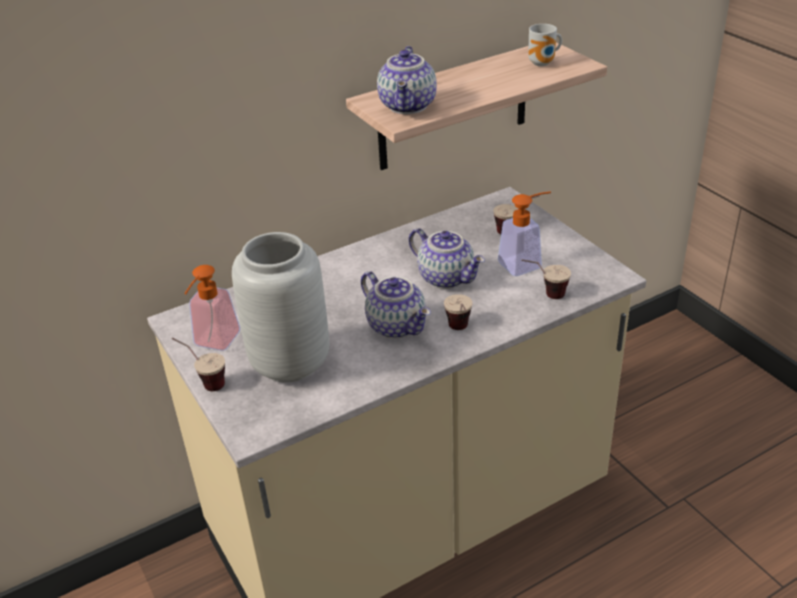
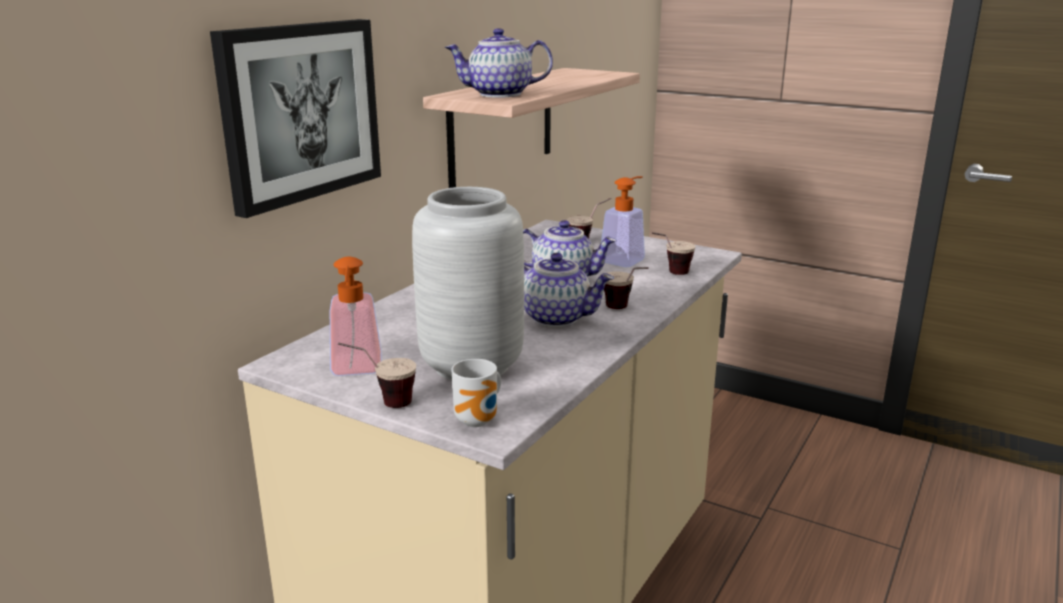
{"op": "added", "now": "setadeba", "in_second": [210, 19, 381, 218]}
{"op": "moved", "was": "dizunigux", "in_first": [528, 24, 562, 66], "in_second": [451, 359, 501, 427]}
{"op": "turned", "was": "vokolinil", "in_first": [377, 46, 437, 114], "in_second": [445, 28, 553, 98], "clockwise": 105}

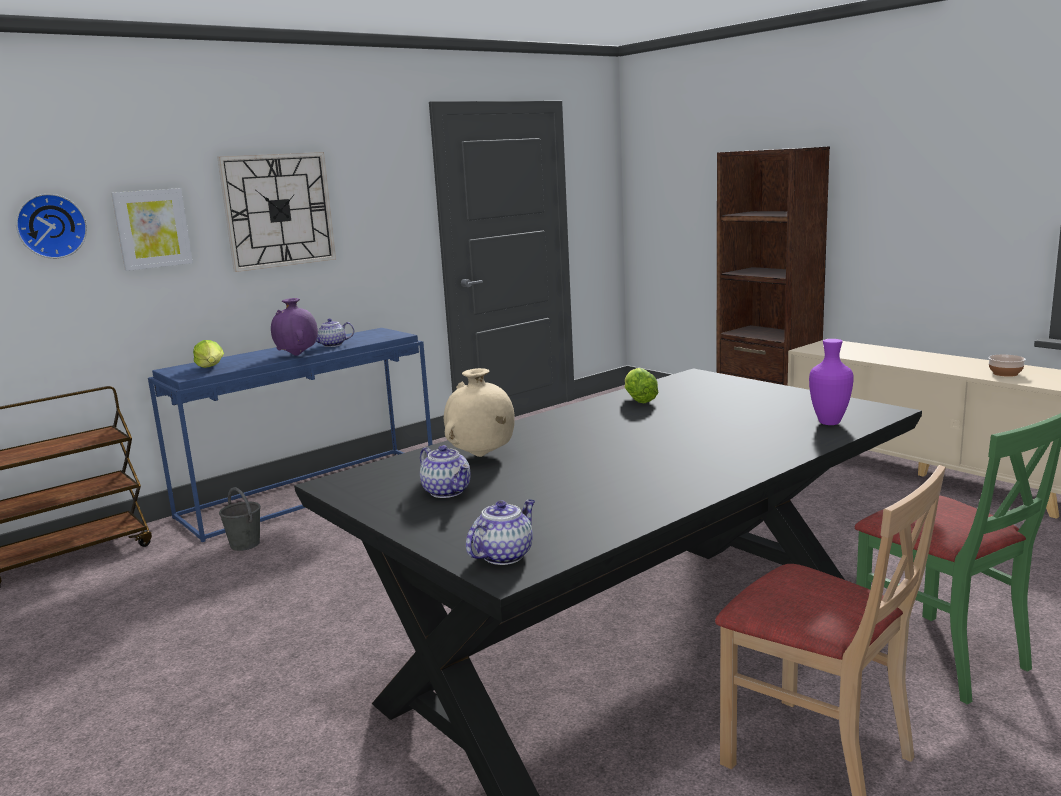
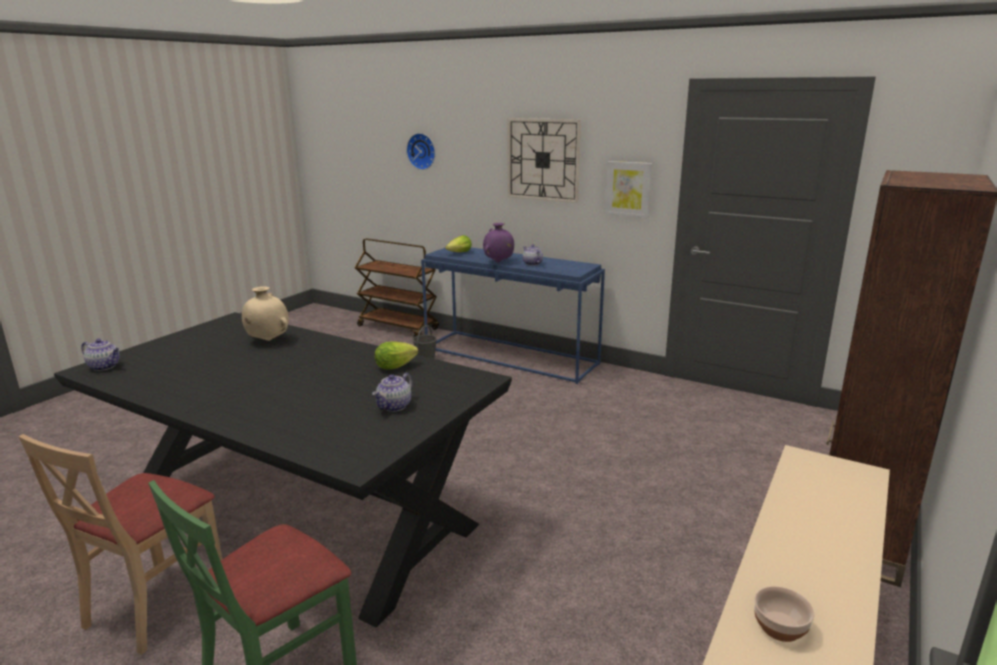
{"op": "removed", "was": "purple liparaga", "in_first": [809, 339, 854, 425]}
{"op": "moved", "was": "setadeba", "in_first": [111, 188, 193, 271], "in_second": [604, 161, 653, 218]}
{"op": "moved", "was": "vokolinil", "in_first": [420, 445, 471, 498], "in_second": [372, 373, 413, 412]}

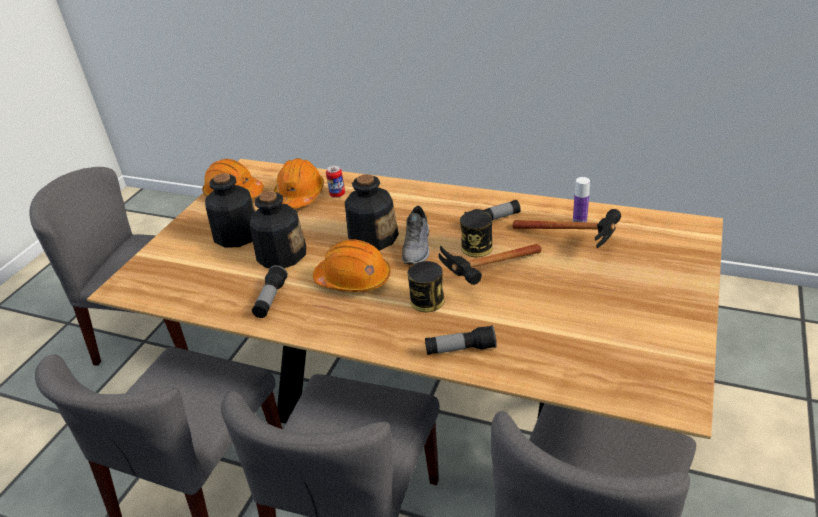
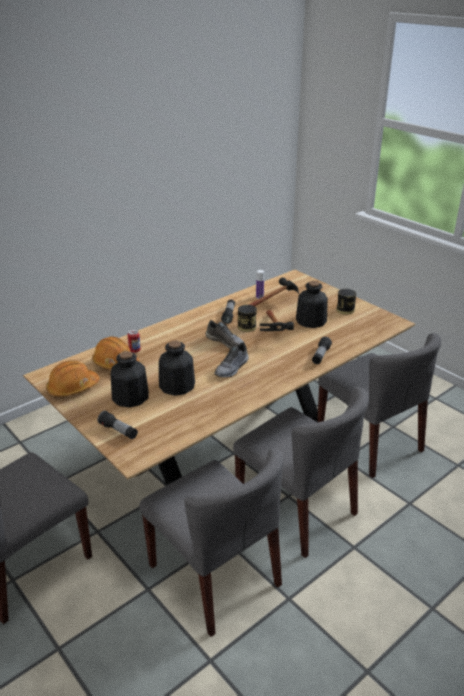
{"op": "moved", "was": "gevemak", "in_first": [252, 265, 288, 318], "in_second": [97, 411, 138, 439]}
{"op": "moved", "was": "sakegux", "in_first": [345, 174, 399, 251], "in_second": [296, 281, 328, 328]}
{"op": "moved", "was": "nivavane", "in_first": [408, 261, 445, 312], "in_second": [336, 289, 356, 315]}
{"op": "replaced", "was": "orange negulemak", "now": "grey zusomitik", "in_first": [313, 239, 391, 292], "in_second": [214, 343, 249, 378]}

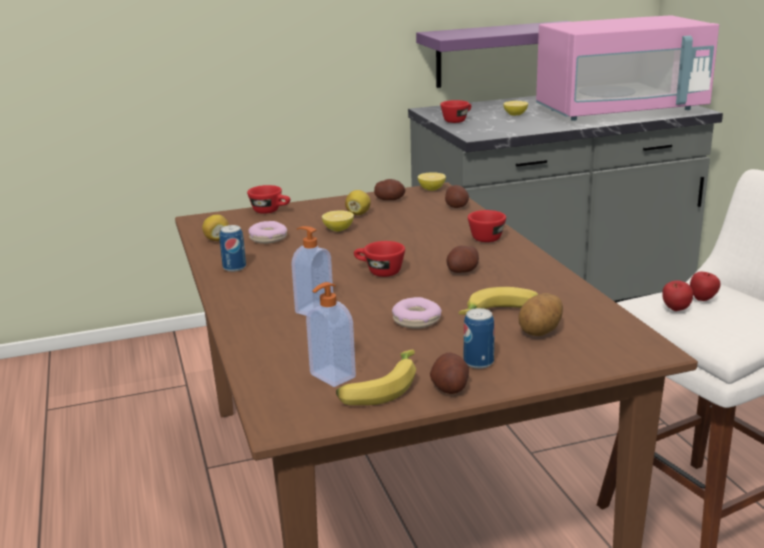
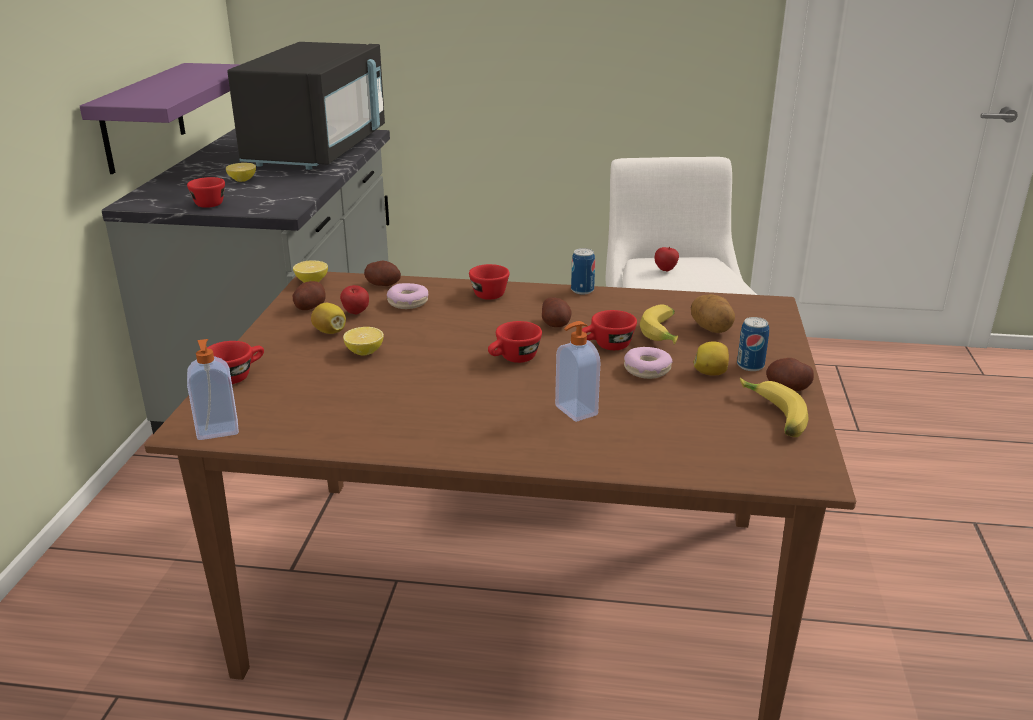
{"op": "added", "now": "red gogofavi", "in_second": [582, 310, 637, 350]}
{"op": "moved", "was": "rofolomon", "in_first": [202, 215, 229, 241], "in_second": [693, 342, 729, 376]}
{"op": "moved", "was": "nivavane", "in_first": [219, 225, 246, 272], "in_second": [571, 248, 595, 294]}
{"op": "moved", "was": "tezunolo", "in_first": [248, 221, 288, 244], "in_second": [387, 283, 428, 309]}
{"op": "moved", "was": "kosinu", "in_first": [306, 282, 356, 387], "in_second": [187, 339, 239, 440]}
{"op": "moved", "was": "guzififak", "in_first": [662, 281, 693, 311], "in_second": [340, 285, 369, 315]}
{"op": "recoloured", "was": "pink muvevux", "now": "black muvevux", "in_first": [536, 15, 719, 121], "in_second": [227, 42, 385, 170]}

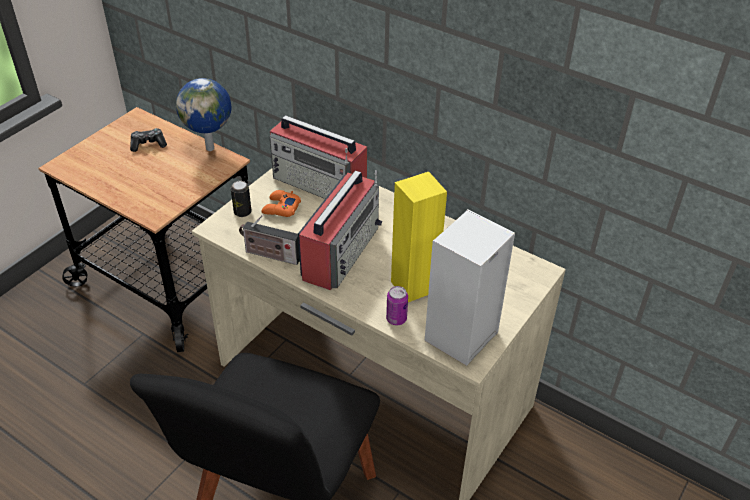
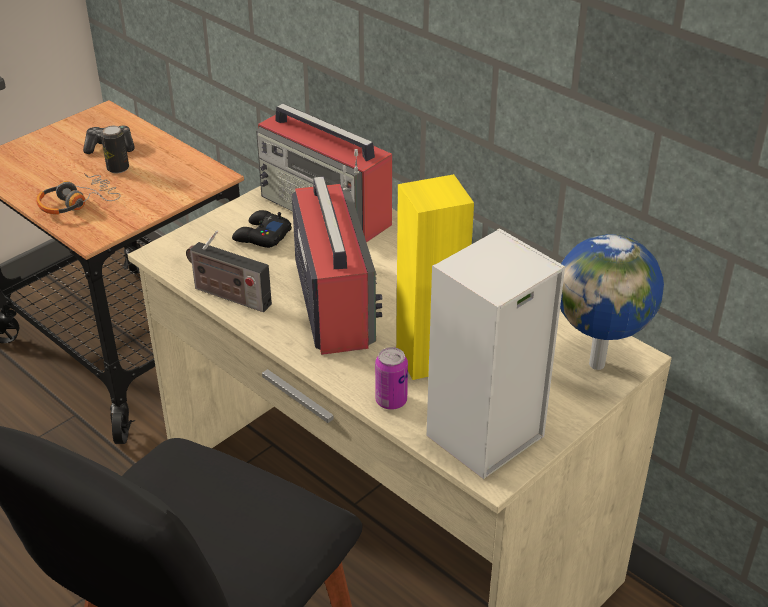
{"op": "added", "now": "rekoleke", "in_second": [37, 173, 121, 215]}
{"op": "moved", "was": "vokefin", "in_first": [176, 78, 231, 151], "in_second": [560, 234, 664, 370]}
{"op": "moved", "was": "nivavane", "in_first": [231, 181, 252, 217], "in_second": [101, 126, 129, 173]}
{"op": "recoloured", "was": "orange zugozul", "now": "black zugozul", "in_first": [261, 190, 301, 217], "in_second": [232, 210, 292, 248]}
{"op": "turned", "was": "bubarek", "in_first": [298, 170, 382, 290], "in_second": [291, 165, 383, 355], "clockwise": -45}

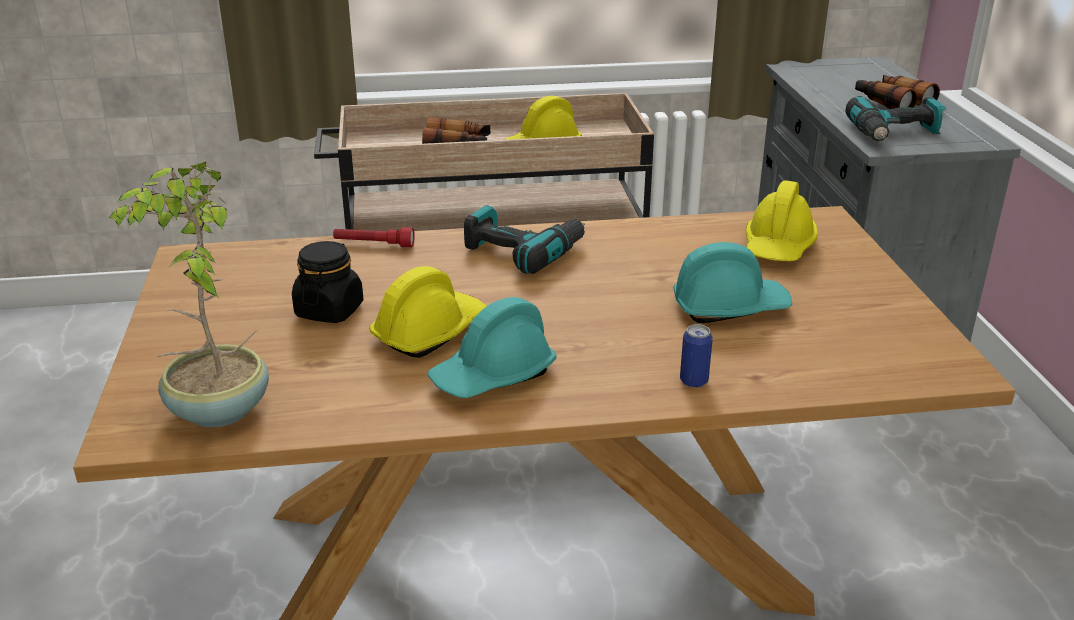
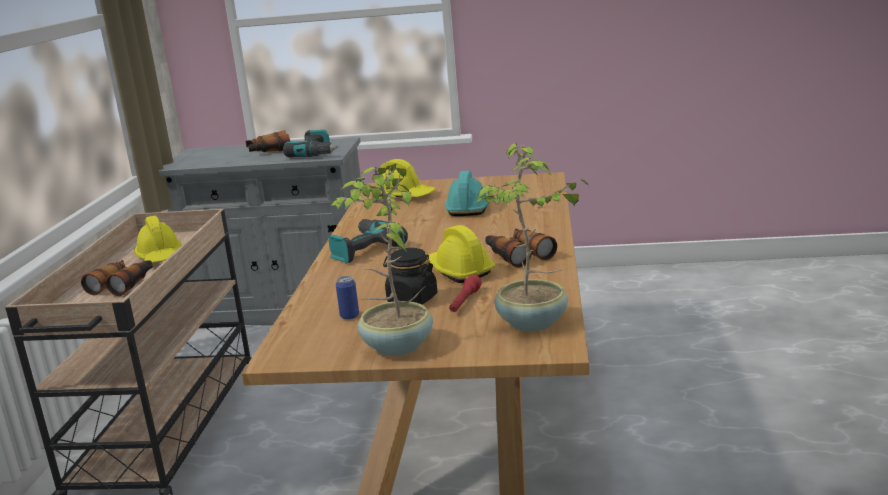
{"op": "added", "now": "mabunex", "in_second": [330, 164, 433, 356]}
{"op": "moved", "was": "red gevemak", "in_first": [333, 227, 415, 247], "in_second": [449, 275, 482, 312]}
{"op": "moved", "was": "nivavane", "in_first": [680, 324, 713, 388], "in_second": [336, 276, 359, 320]}
{"op": "replaced", "was": "turquoise negulemak", "now": "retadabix", "in_first": [428, 297, 557, 398], "in_second": [485, 229, 557, 268]}

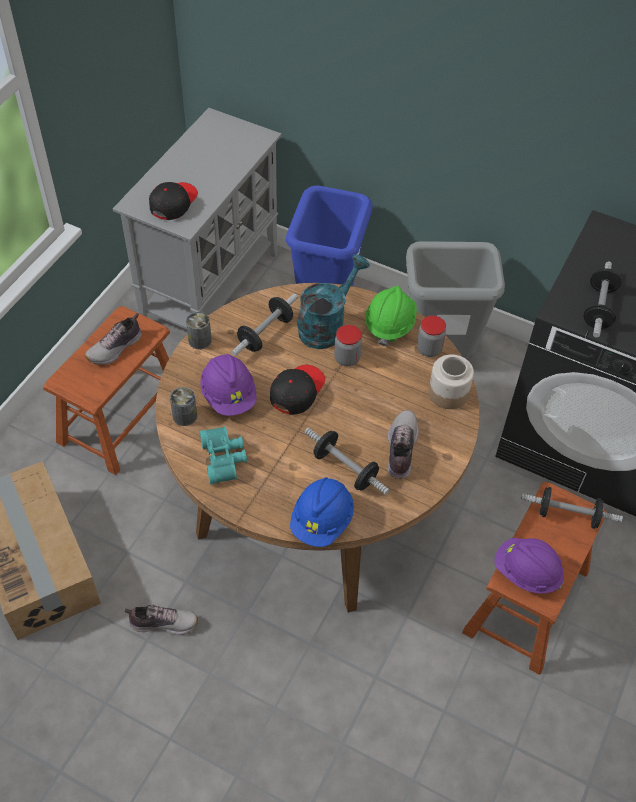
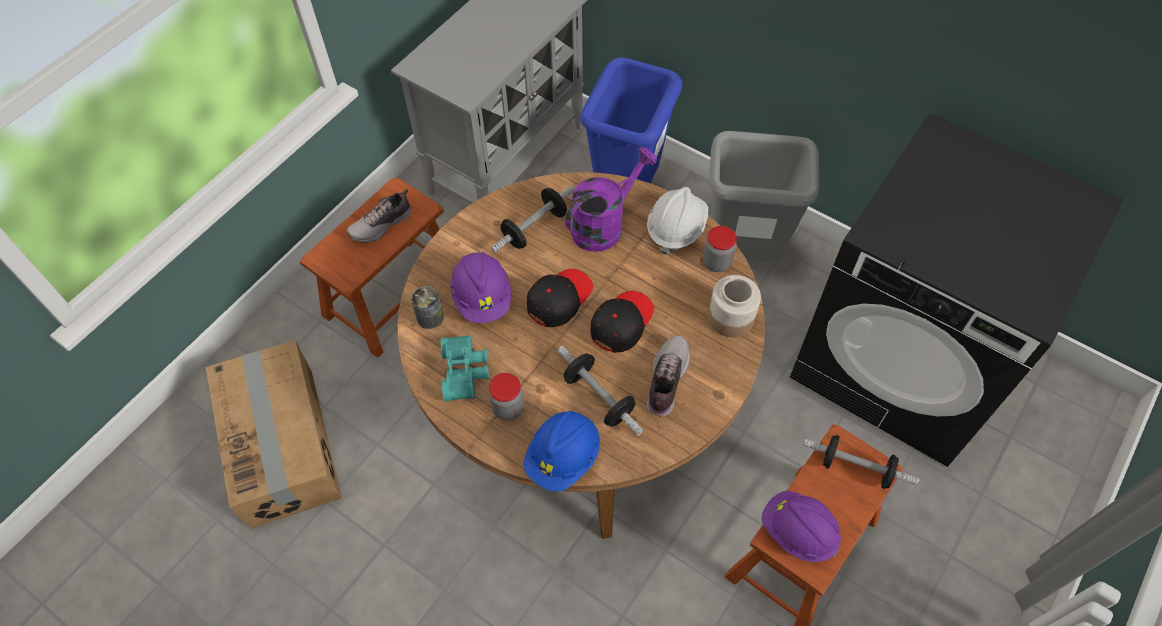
{"op": "removed", "was": "zusomitik", "in_first": [125, 605, 198, 635]}
{"op": "removed", "was": "nivavane", "in_first": [186, 312, 212, 350]}
{"op": "removed", "was": "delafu", "in_first": [583, 261, 622, 338]}
{"op": "moved", "was": "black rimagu", "in_first": [149, 182, 198, 220], "in_second": [590, 291, 654, 353]}
{"op": "moved", "was": "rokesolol", "in_first": [334, 325, 362, 366], "in_second": [489, 373, 524, 421]}
{"op": "recoloured", "was": "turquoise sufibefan", "now": "purple sufibefan", "in_first": [297, 254, 370, 349], "in_second": [565, 147, 657, 252]}
{"op": "recoloured", "was": "green negulemak", "now": "white negulemak", "in_first": [365, 286, 417, 346], "in_second": [647, 187, 708, 255]}

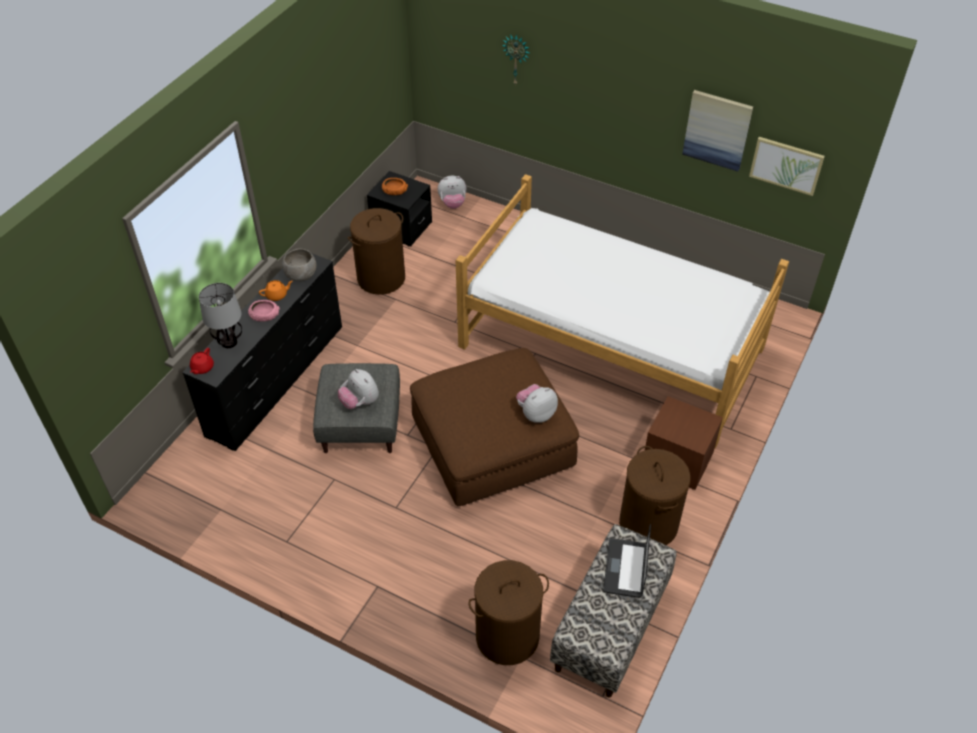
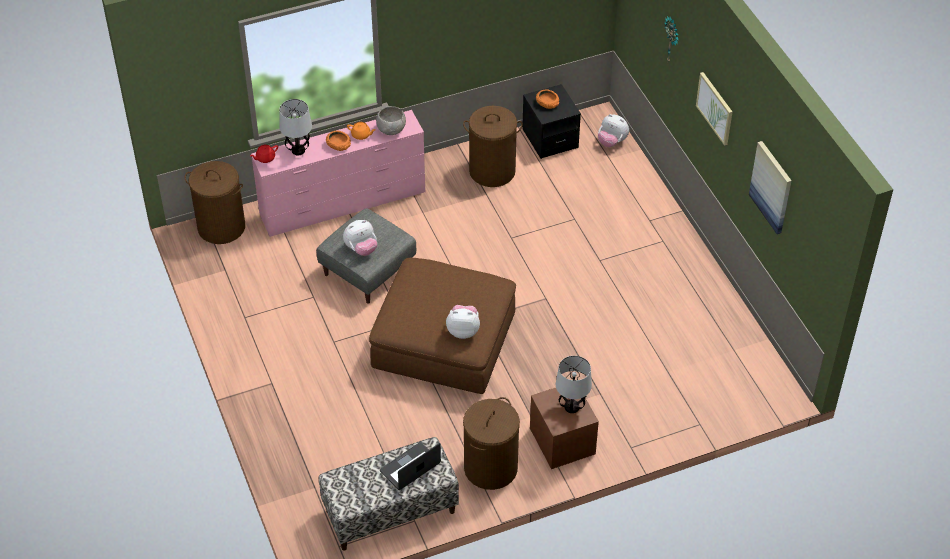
{"op": "removed", "was": "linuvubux", "in_first": [455, 174, 789, 448]}
{"op": "added", "now": "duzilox", "in_second": [556, 356, 592, 413]}
{"op": "moved", "was": "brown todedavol", "in_first": [468, 560, 549, 665], "in_second": [185, 161, 245, 244]}
{"op": "moved", "was": "setadeba", "in_first": [749, 137, 825, 196], "in_second": [696, 72, 732, 146]}
{"op": "recoloured", "was": "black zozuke", "now": "pink zozuke", "in_first": [182, 254, 342, 451], "in_second": [251, 110, 425, 237]}
{"op": "recoloured", "was": "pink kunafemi", "now": "orange kunafemi", "in_first": [248, 300, 280, 322], "in_second": [326, 131, 351, 151]}
{"op": "turned", "was": "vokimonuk", "in_first": [338, 369, 379, 409], "in_second": [343, 220, 377, 256], "clockwise": -120}

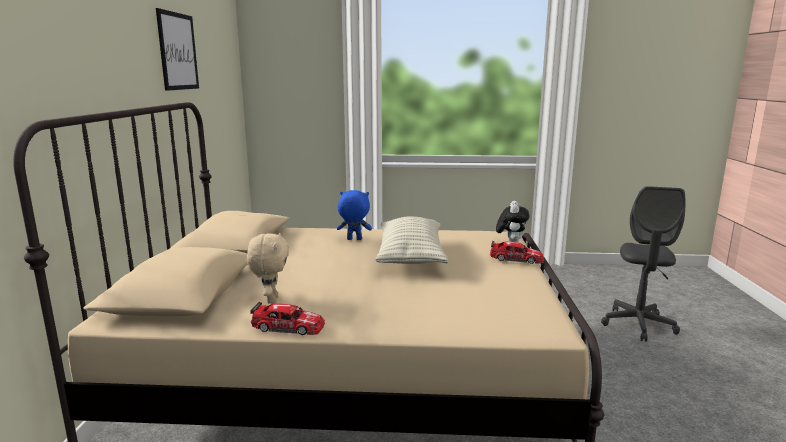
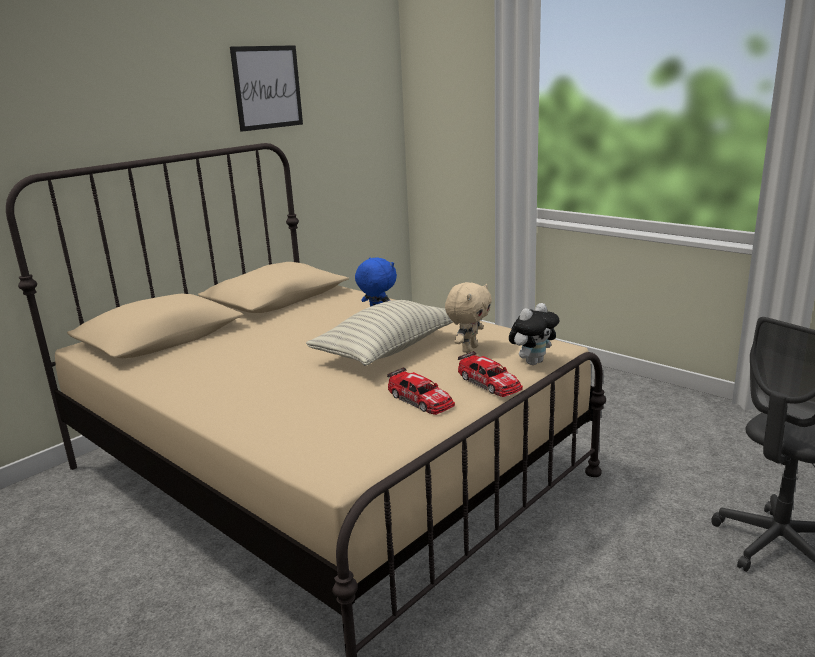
{"op": "moved", "was": "beige vokimonuk", "in_first": [247, 233, 289, 303], "in_second": [445, 282, 492, 353]}
{"op": "moved", "was": "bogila", "in_first": [250, 302, 325, 335], "in_second": [387, 367, 455, 415]}

